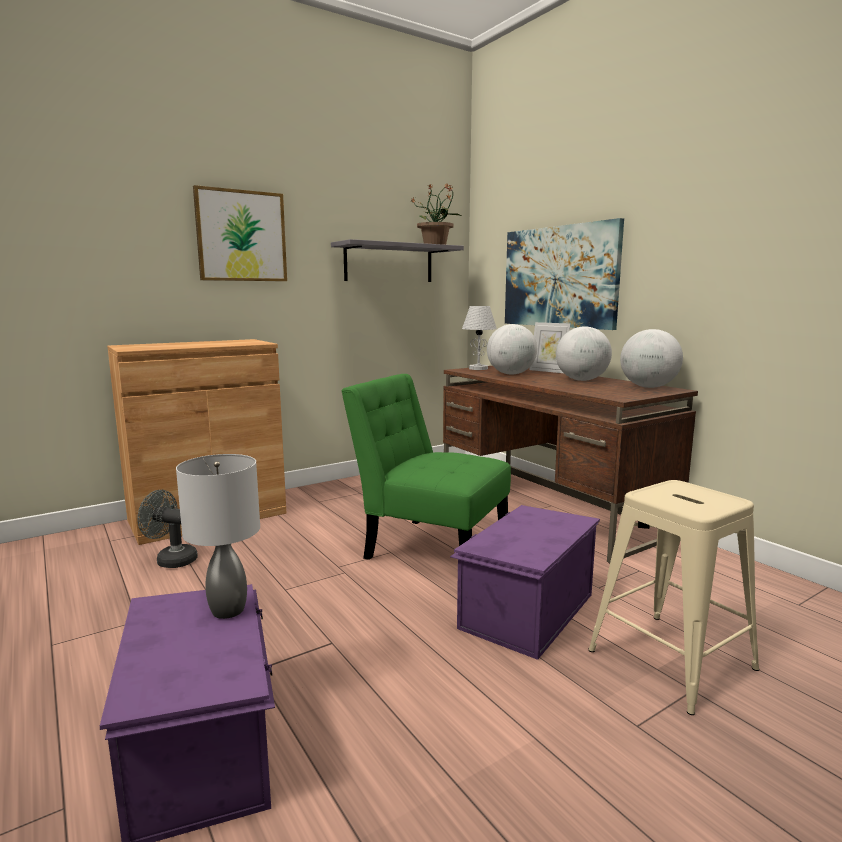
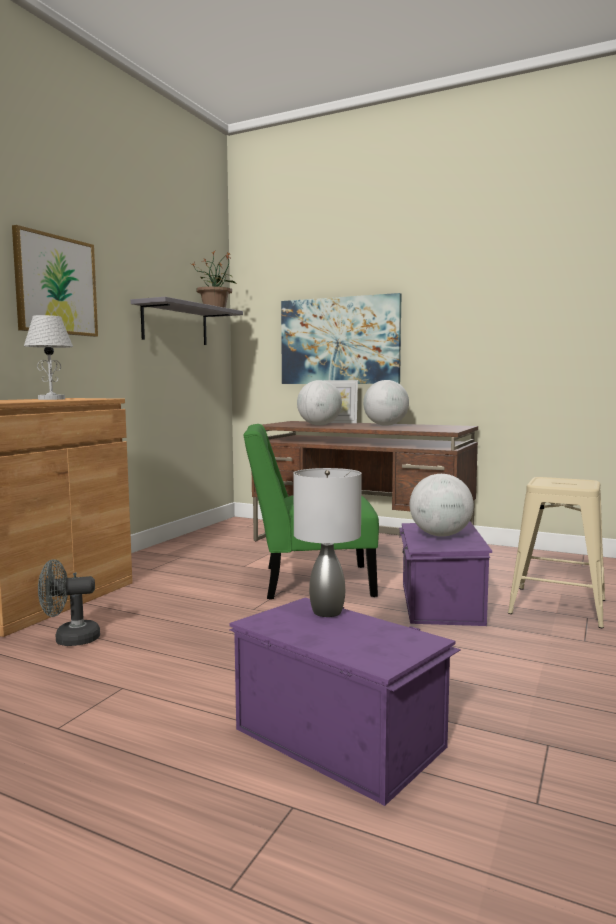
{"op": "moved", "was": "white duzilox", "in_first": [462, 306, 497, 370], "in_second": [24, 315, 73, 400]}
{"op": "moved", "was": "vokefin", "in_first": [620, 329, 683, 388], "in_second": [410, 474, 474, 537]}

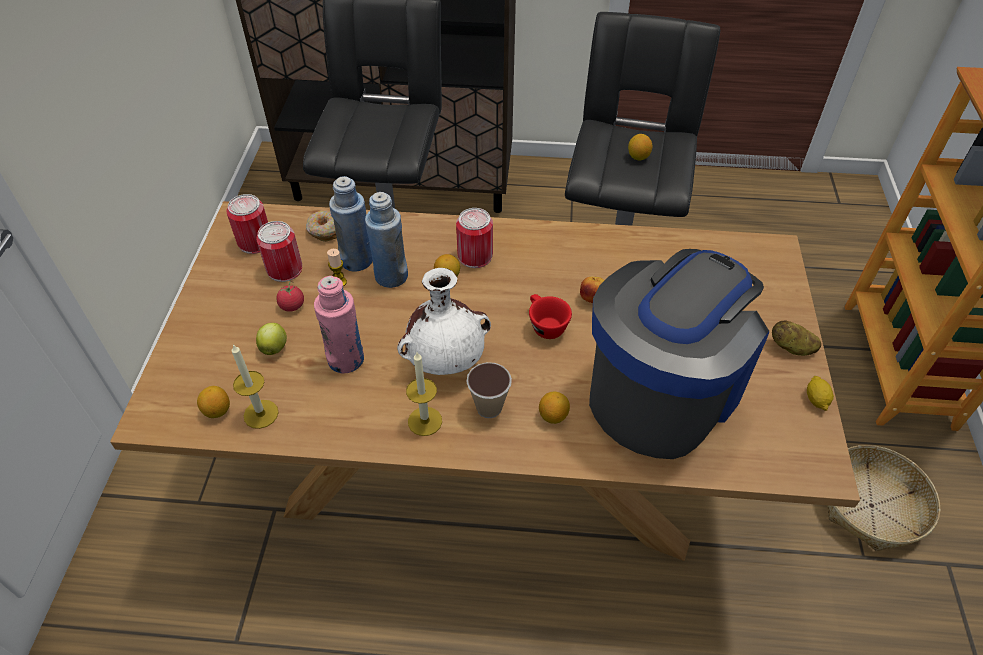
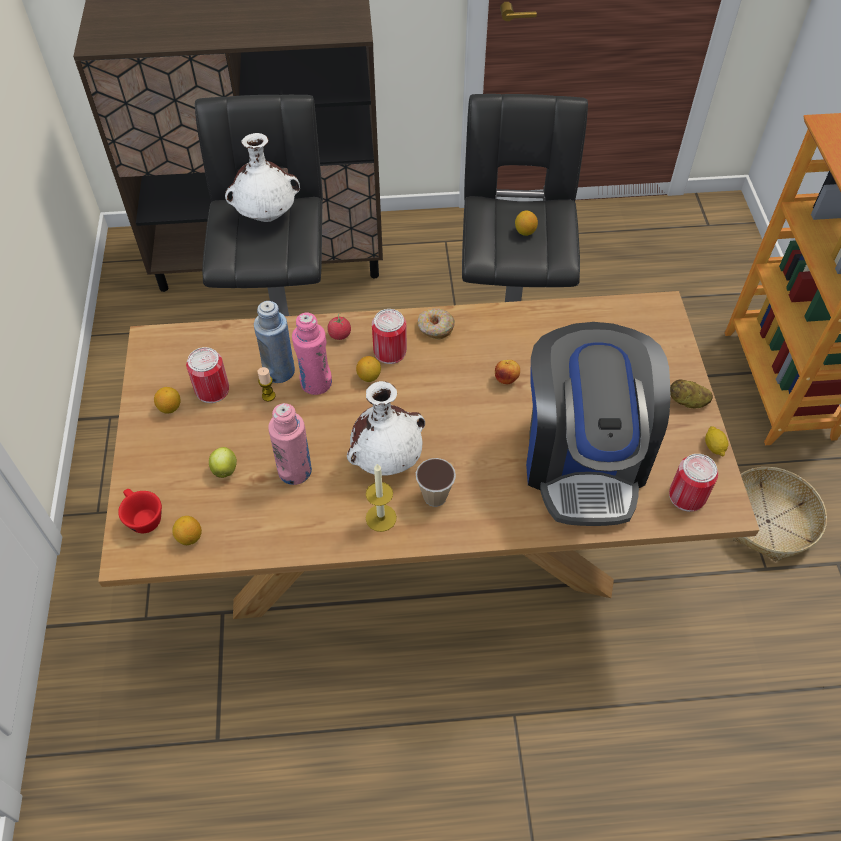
{"op": "removed", "was": "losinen", "in_first": [232, 344, 278, 429]}
{"op": "added", "now": "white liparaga", "in_second": [225, 133, 300, 222]}
{"op": "moved", "was": "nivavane", "in_first": [226, 194, 268, 254], "in_second": [669, 454, 718, 512]}
{"op": "moved", "was": "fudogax", "in_first": [276, 281, 304, 312], "in_second": [327, 313, 351, 340]}
{"op": "moved", "was": "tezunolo", "in_first": [306, 210, 337, 242], "in_second": [418, 308, 455, 339]}
{"op": "moved", "was": "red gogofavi", "in_first": [529, 294, 572, 339], "in_second": [118, 489, 162, 533]}
{"op": "moved", "was": "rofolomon", "in_first": [539, 392, 570, 424], "in_second": [154, 387, 181, 414]}
{"op": "recoloured", "was": "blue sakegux", "now": "pink sakegux", "in_first": [365, 192, 408, 288], "in_second": [292, 313, 332, 395]}
{"op": "turned", "was": "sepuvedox", "in_first": [589, 249, 769, 459], "in_second": [526, 322, 671, 526], "clockwise": 150}

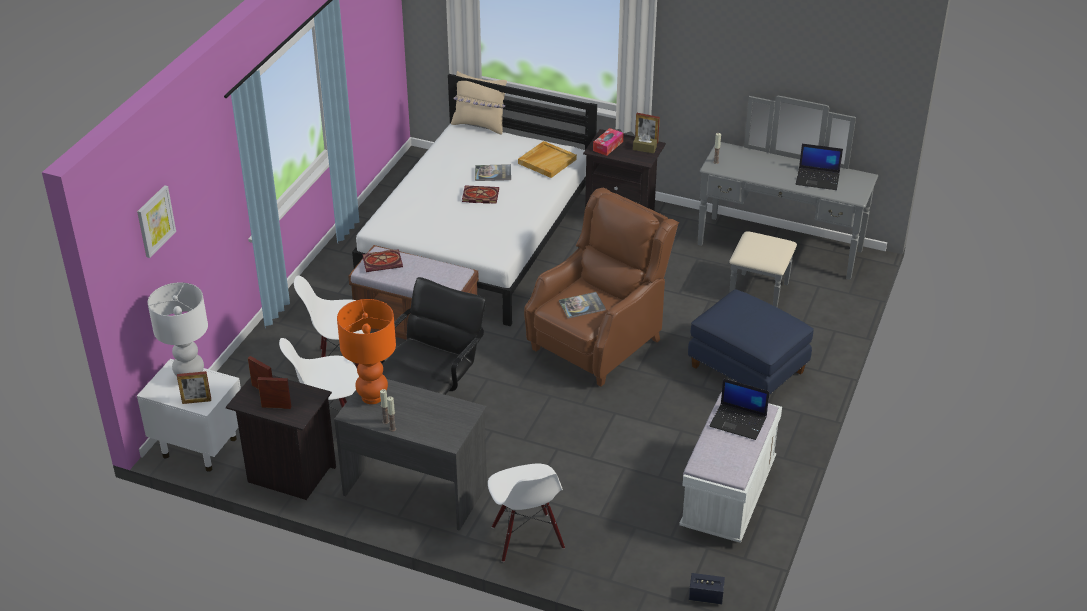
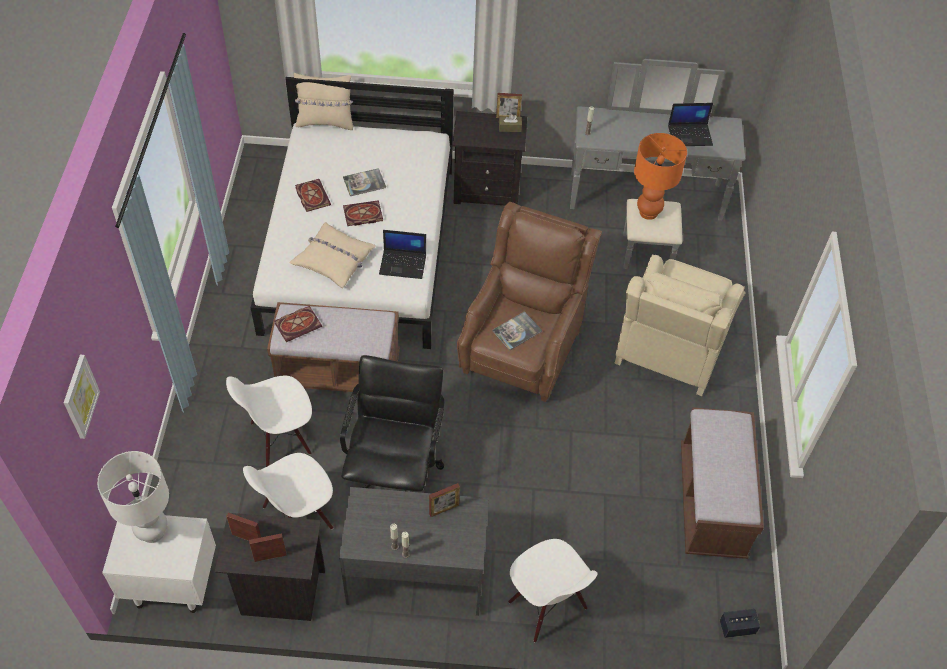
{"op": "removed", "was": "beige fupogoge", "in_first": [518, 141, 577, 178]}
{"op": "removed", "was": "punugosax", "in_first": [593, 128, 624, 156]}
{"op": "added", "now": "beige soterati", "in_second": [289, 222, 376, 288]}
{"op": "added", "now": "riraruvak", "in_second": [295, 179, 331, 212]}
{"op": "moved", "was": "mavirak", "in_first": [177, 371, 211, 404], "in_second": [429, 483, 460, 517]}
{"op": "moved", "was": "orange duzilox", "in_first": [337, 299, 396, 404], "in_second": [634, 133, 687, 220]}
{"op": "moved", "was": "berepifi", "in_first": [709, 378, 770, 440], "in_second": [379, 230, 426, 279]}
{"op": "replaced", "was": "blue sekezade", "now": "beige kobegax", "in_first": [688, 289, 814, 395], "in_second": [614, 254, 746, 396]}
{"op": "recoloured", "was": "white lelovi", "now": "brown lelovi", "in_first": [679, 392, 782, 543], "in_second": [681, 407, 764, 559]}

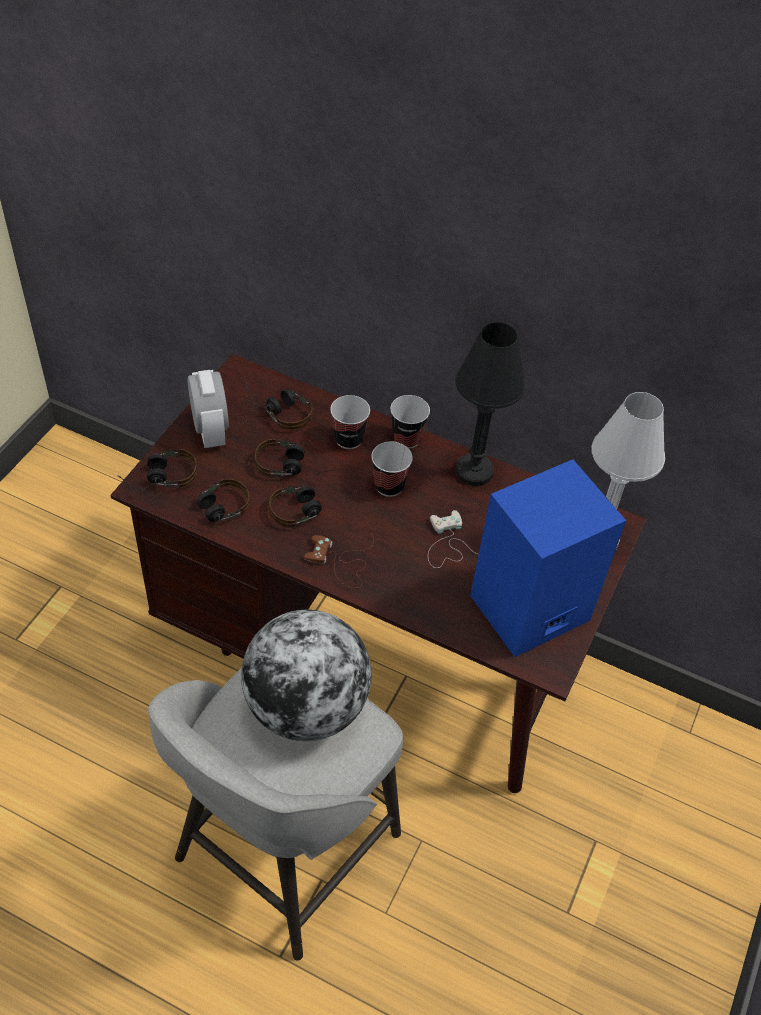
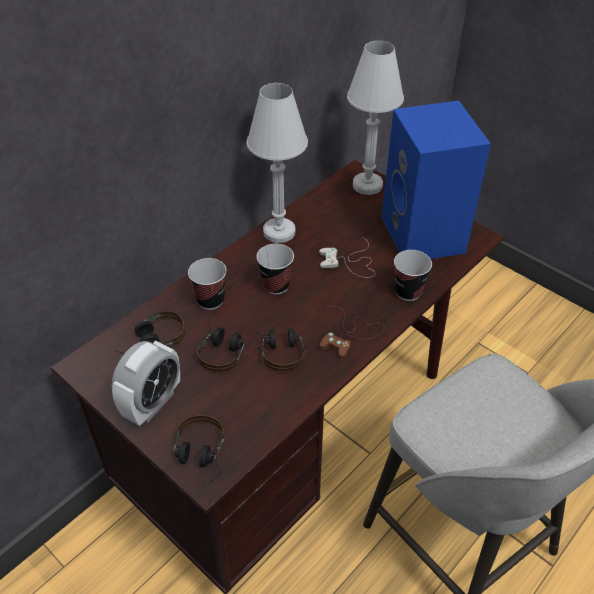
{"op": "removed", "was": "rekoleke", "in_first": [185, 479, 250, 532]}
{"op": "removed", "was": "vokefin", "in_first": [241, 610, 372, 741]}
{"op": "moved", "was": "gogofavi", "in_first": [390, 395, 430, 449], "in_second": [394, 250, 432, 301]}
{"op": "recoloured", "was": "black duzilox", "now": "white duzilox", "in_first": [455, 322, 525, 486], "in_second": [247, 83, 308, 243]}
{"op": "turned", "was": "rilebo", "in_first": [187, 370, 229, 448], "in_second": [112, 340, 180, 426], "clockwise": 120}

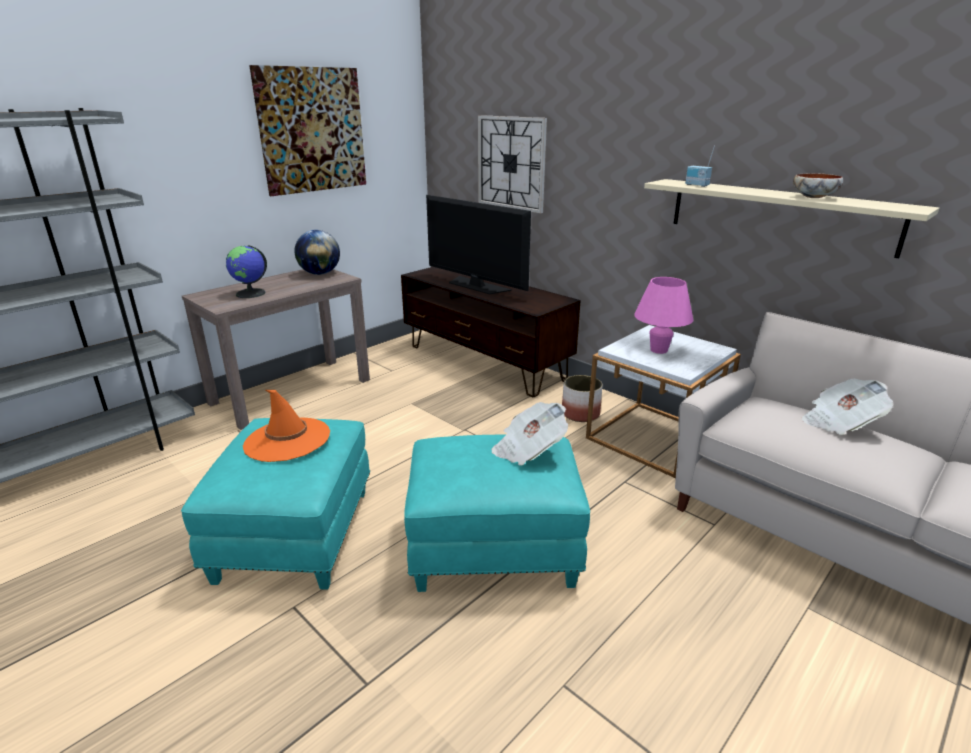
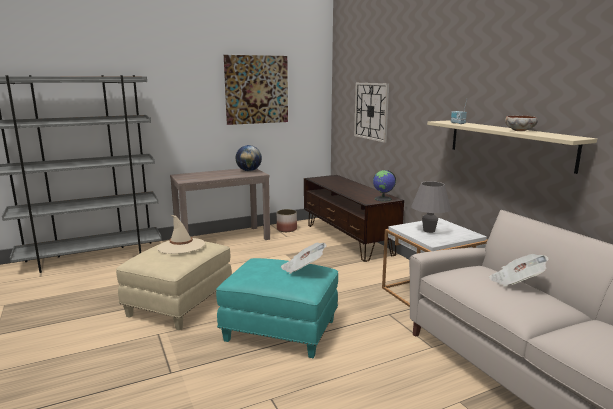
{"op": "removed", "was": "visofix", "in_first": [426, 195, 531, 294]}
{"op": "moved", "was": "vokefin", "in_first": [226, 245, 267, 298], "in_second": [373, 170, 396, 202]}
{"op": "moved", "was": "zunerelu", "in_first": [562, 375, 603, 422], "in_second": [277, 209, 297, 232]}
{"op": "recoloured", "was": "turquoise sekezade", "now": "beige sekezade", "in_first": [181, 418, 370, 590], "in_second": [116, 240, 232, 331]}
{"op": "recoloured", "was": "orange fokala", "now": "beige fokala", "in_first": [243, 390, 330, 462], "in_second": [157, 215, 205, 254]}
{"op": "recoloured", "was": "pink duzilox", "now": "grey duzilox", "in_first": [634, 277, 693, 354], "in_second": [411, 181, 451, 233]}

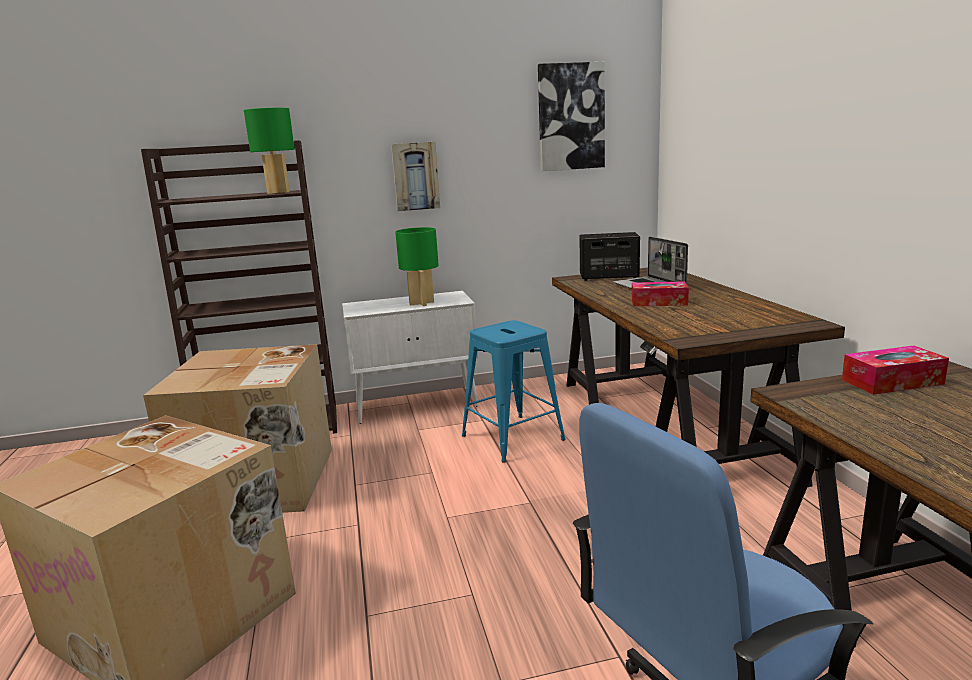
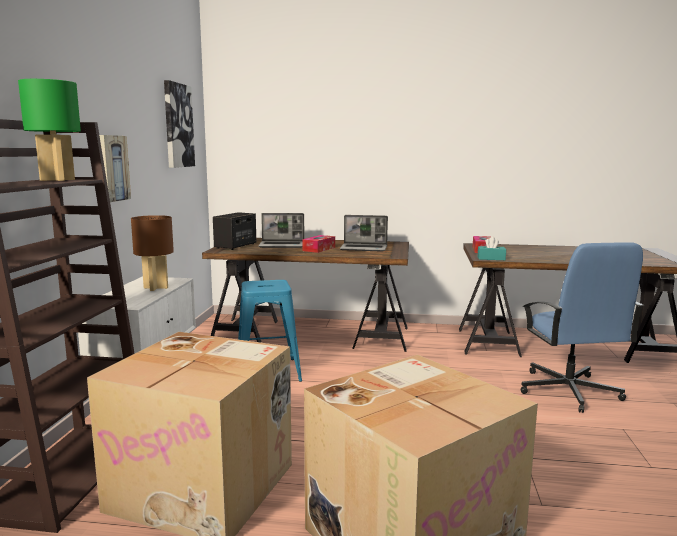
{"op": "added", "now": "berepifi", "in_second": [340, 215, 388, 252]}
{"op": "added", "now": "turquoise punugosax", "in_second": [478, 237, 506, 260]}
{"op": "recoloured", "was": "green duzilox", "now": "brown duzilox", "in_first": [395, 227, 439, 306], "in_second": [131, 215, 174, 291]}

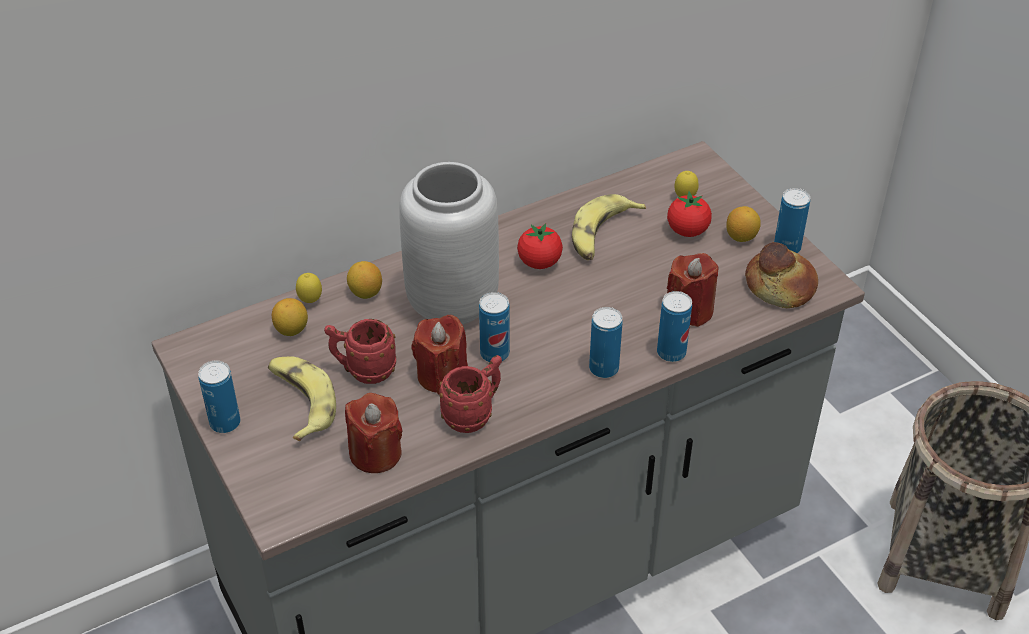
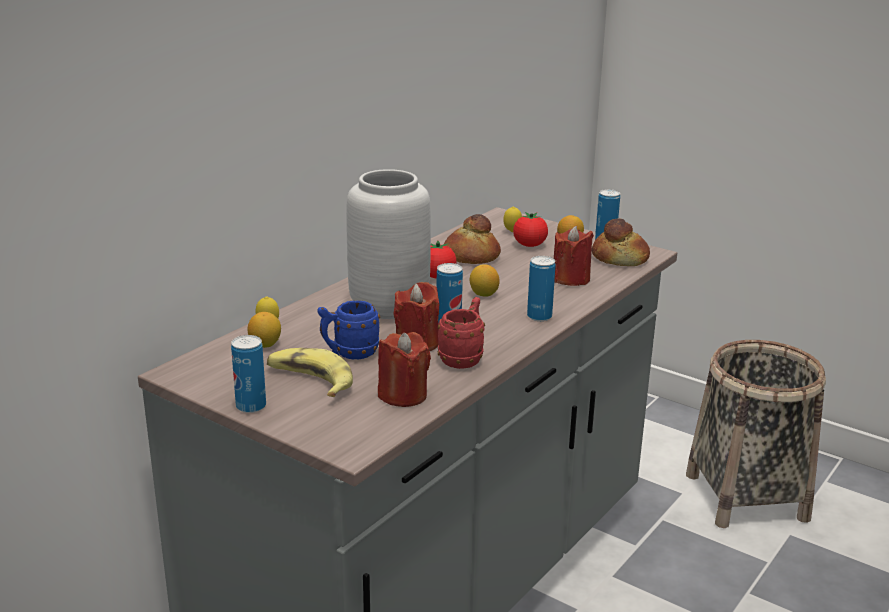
{"op": "removed", "was": "nivavane", "in_first": [657, 291, 692, 362]}
{"op": "moved", "was": "rofolomon", "in_first": [347, 261, 382, 299], "in_second": [470, 264, 500, 297]}
{"op": "replaced", "was": "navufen", "now": "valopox", "in_first": [572, 194, 646, 260], "in_second": [444, 214, 501, 264]}
{"op": "recoloured", "was": "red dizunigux", "now": "blue dizunigux", "in_first": [324, 319, 396, 384], "in_second": [317, 300, 380, 359]}

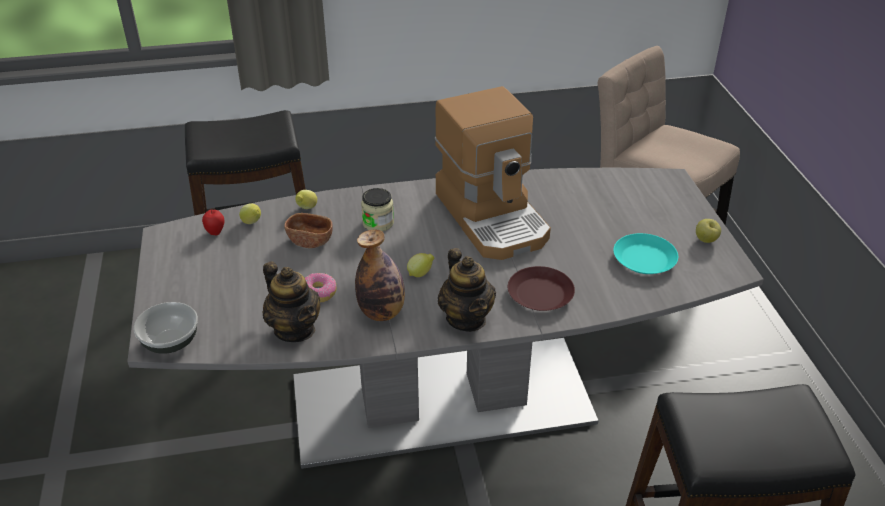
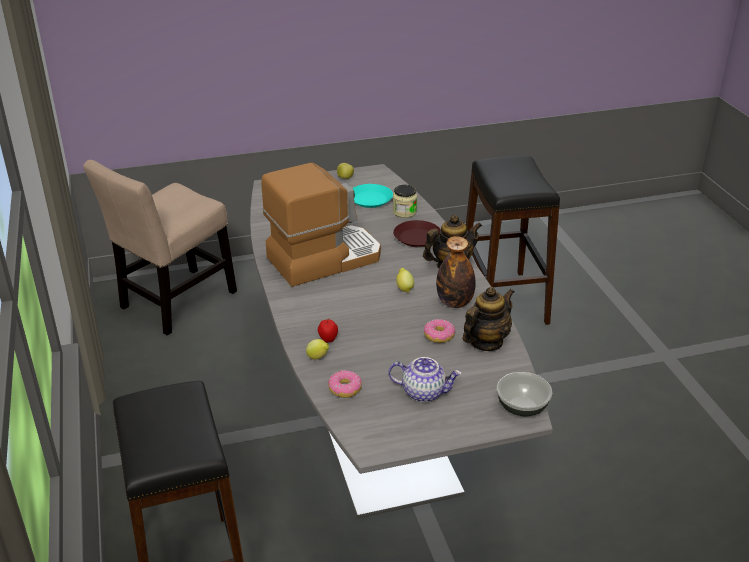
{"op": "removed", "was": "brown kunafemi", "in_first": [284, 213, 333, 248]}
{"op": "added", "now": "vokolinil", "in_second": [388, 357, 462, 402]}
{"op": "moved", "was": "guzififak", "in_first": [202, 210, 224, 235], "in_second": [318, 318, 338, 342]}
{"op": "moved", "was": "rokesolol", "in_first": [361, 188, 394, 232], "in_second": [393, 185, 417, 218]}
{"op": "replaced", "was": "rofolomon", "now": "tezunolo", "in_first": [239, 203, 261, 224], "in_second": [328, 370, 362, 398]}

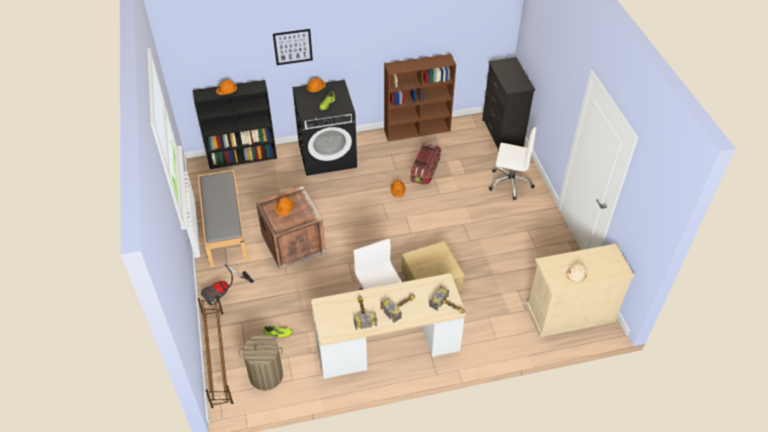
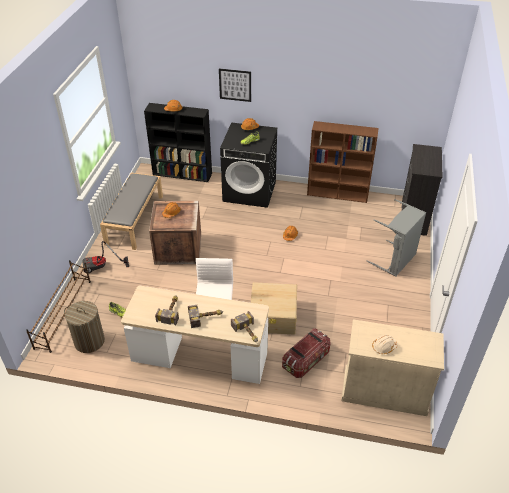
{"op": "moved", "was": "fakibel", "in_first": [410, 143, 441, 185], "in_second": [282, 328, 331, 378]}
{"op": "replaced", "was": "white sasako", "now": "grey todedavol", "in_first": [489, 127, 537, 200], "in_second": [367, 199, 426, 276]}

